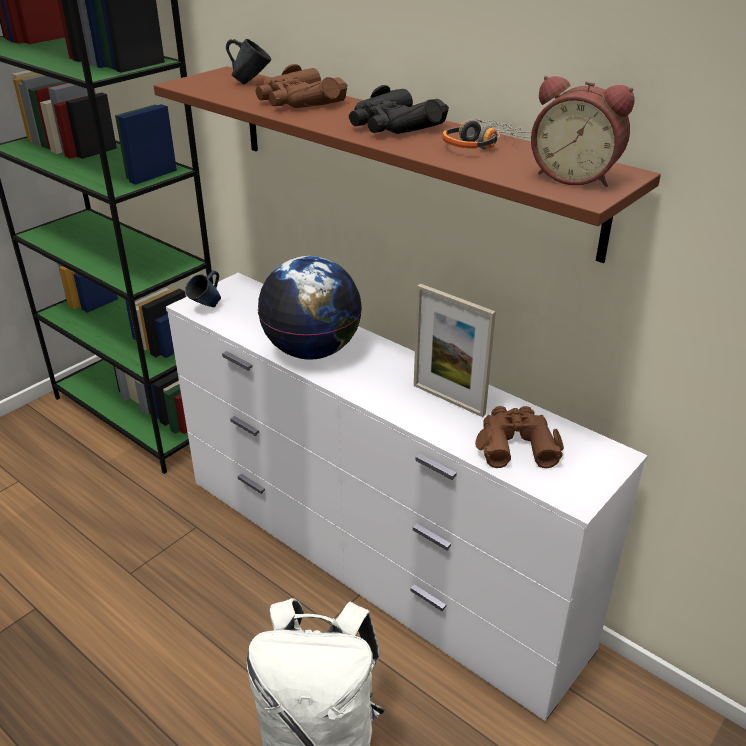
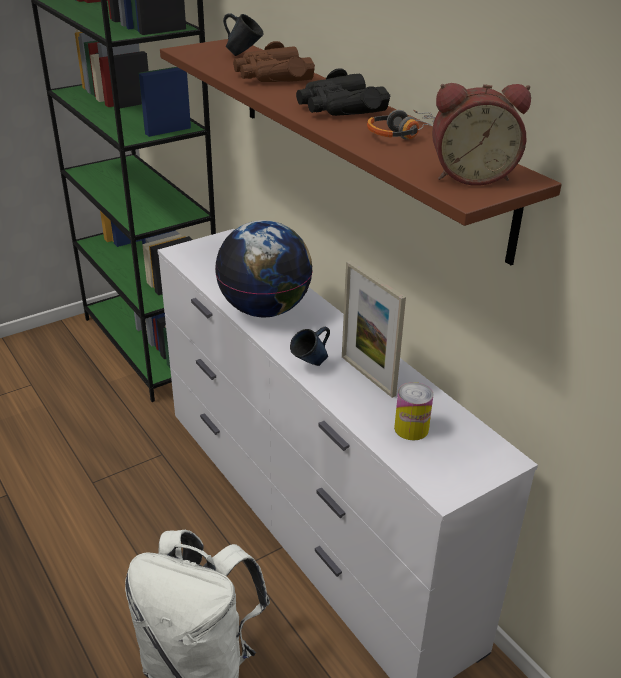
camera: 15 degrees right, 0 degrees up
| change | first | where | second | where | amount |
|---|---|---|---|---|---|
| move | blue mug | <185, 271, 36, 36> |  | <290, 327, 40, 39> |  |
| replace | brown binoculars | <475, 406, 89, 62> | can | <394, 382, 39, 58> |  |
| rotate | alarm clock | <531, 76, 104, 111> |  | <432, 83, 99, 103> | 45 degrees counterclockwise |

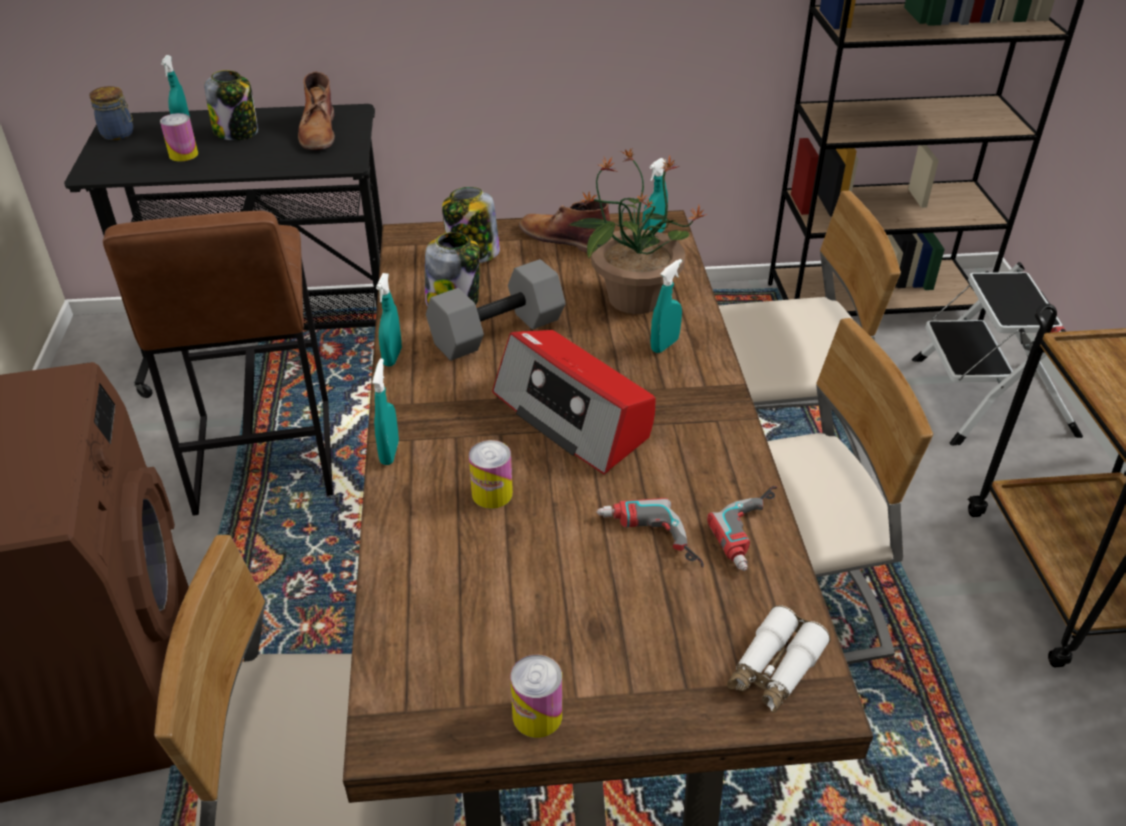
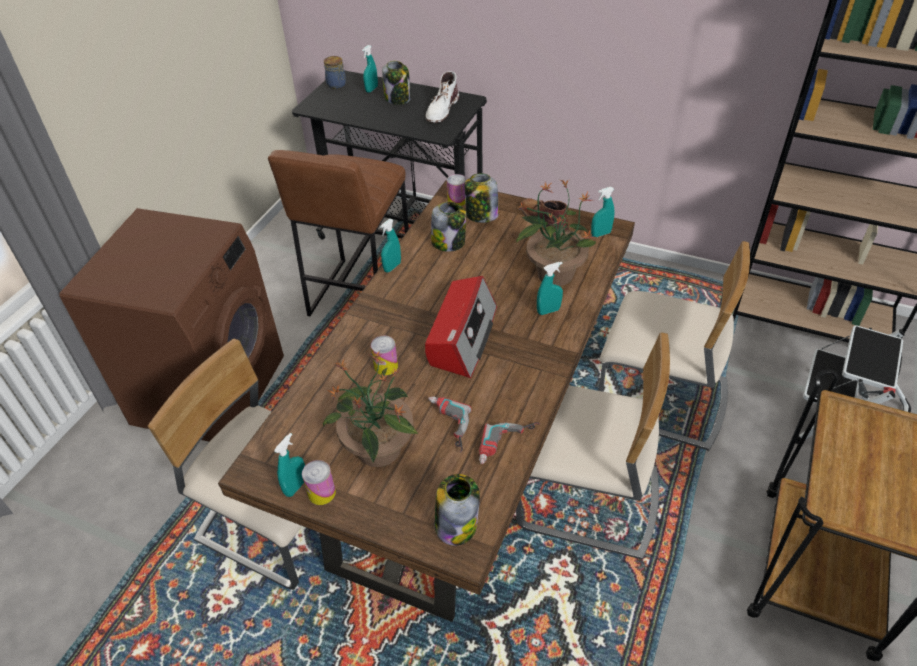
camera: 30 degrees right, 5 degrees up
| change | first | where | second | where | amount |
|---|---|---|---|---|---|
| delete | grey dumbbell | <426, 259, 139, 102> |  |  |  |
| insert |  |  | potted plant | <323, 351, 95, 116> |  |
| move | can | <160, 113, 38, 49> |  | <447, 174, 19, 32> |  |
| move | turquoise spray bottle | <372, 358, 27, 107> |  | <274, 433, 31, 64> |  |
| replace | white binoculars | <727, 605, 104, 108> | jar | <435, 474, 45, 72> |  |
| recolor | brown boot | <298, 72, 37, 79> | white boot | <426, 71, 33, 52> |  |
| rotate | radio | <492, 330, 164, 144> |  | <425, 276, 72, 102> | 150 degrees counterclockwise |

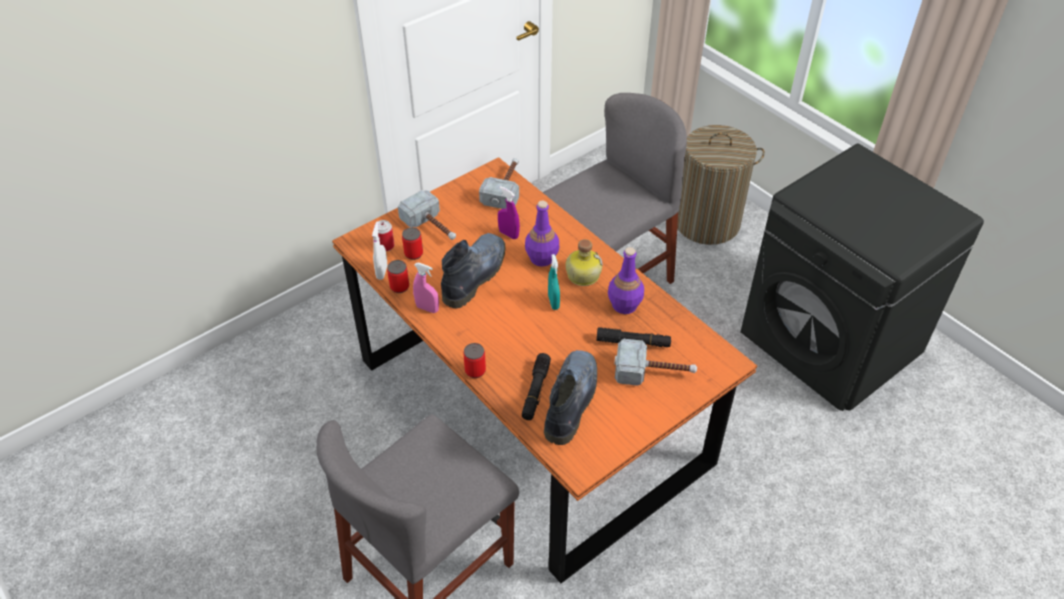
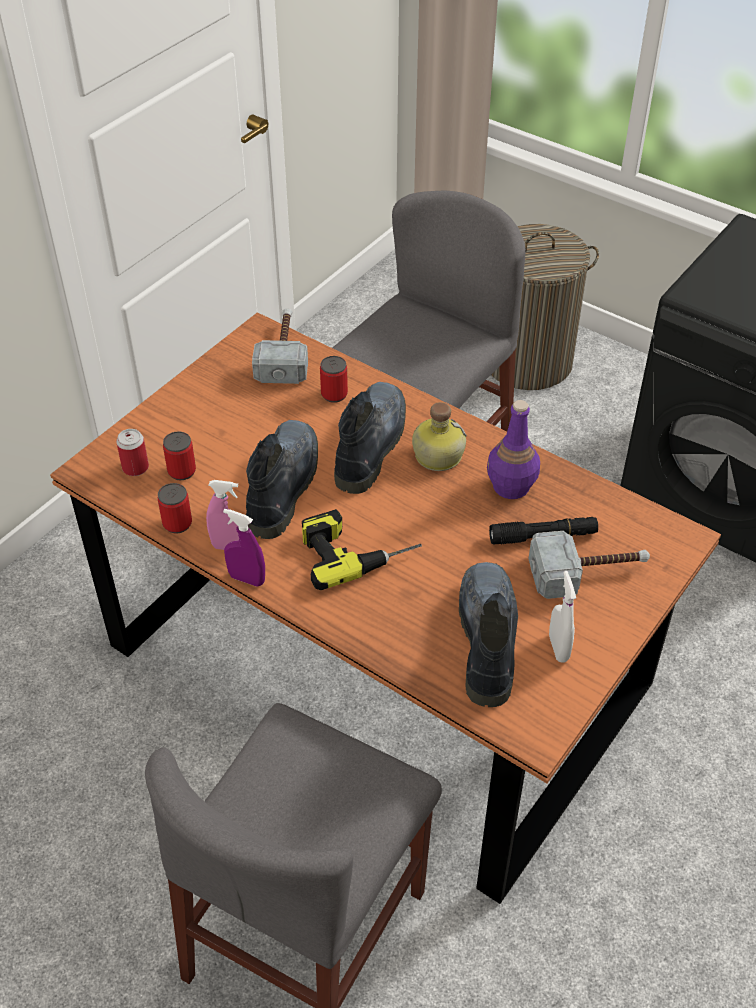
camera: 15 degrees left, 0 degrees up
| change | first | where | second | where | amount |
|---|---|---|---|---|---|
| delete | hammer | <398, 190, 58, 50> |  |  |  |
| delete | black flashlight | <522, 353, 29, 67> |  |  |  |
| delete | turquoise spray bottle | <548, 254, 12, 56> |  |  |  |
| insert |  |  | power drill | <302, 509, 120, 81> |  |
| move | white spray bottle | <372, 221, 15, 59> |  | <549, 571, 27, 92> |  |
| move | can | <463, 343, 23, 35> |  | <320, 356, 28, 47> |  |
| move | purple spray bottle | <498, 186, 22, 53> |  | <223, 509, 42, 78> |  |
| replace | purple bottle | <525, 201, 34, 66> | boot | <334, 382, 72, 112> |  |

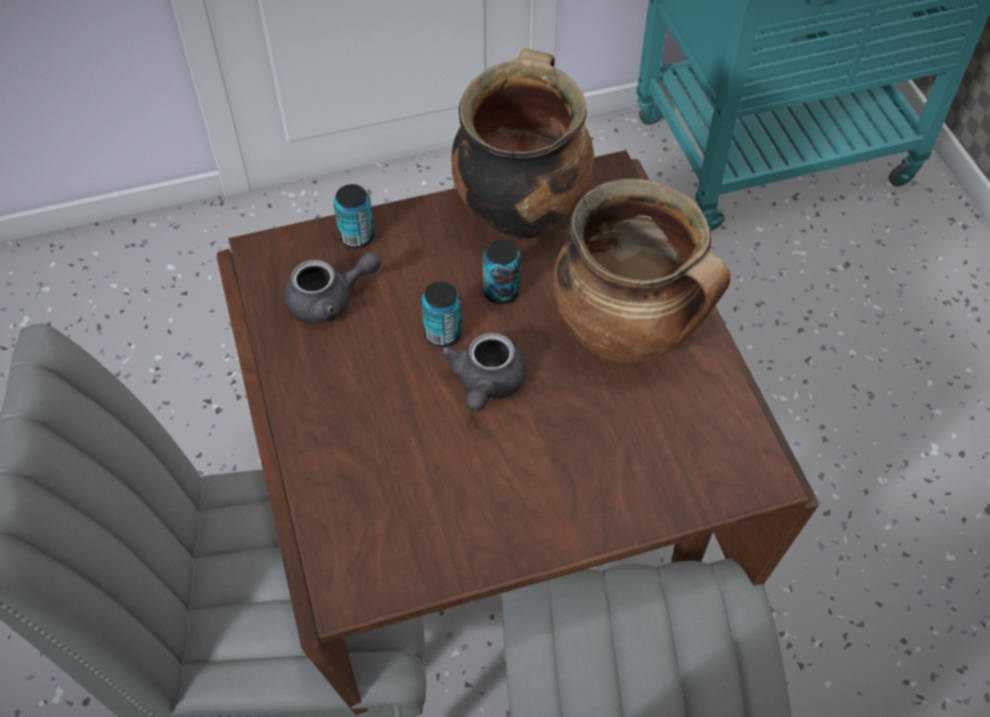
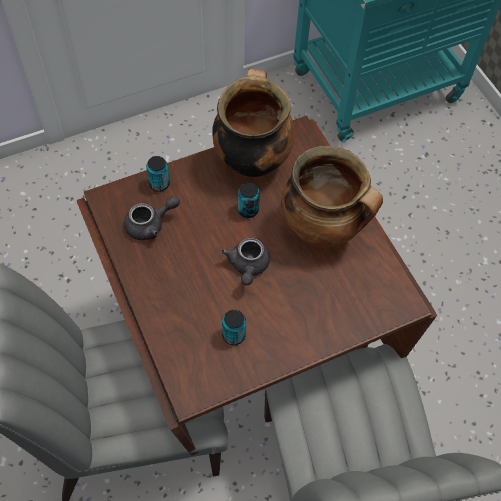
camera: 10 degrees left, 5 degrees up
| change | first | where | second | where | amount |
|---|---|---|---|---|---|
| move | can | <421, 281, 41, 66> |  | <222, 310, 24, 35> |  |

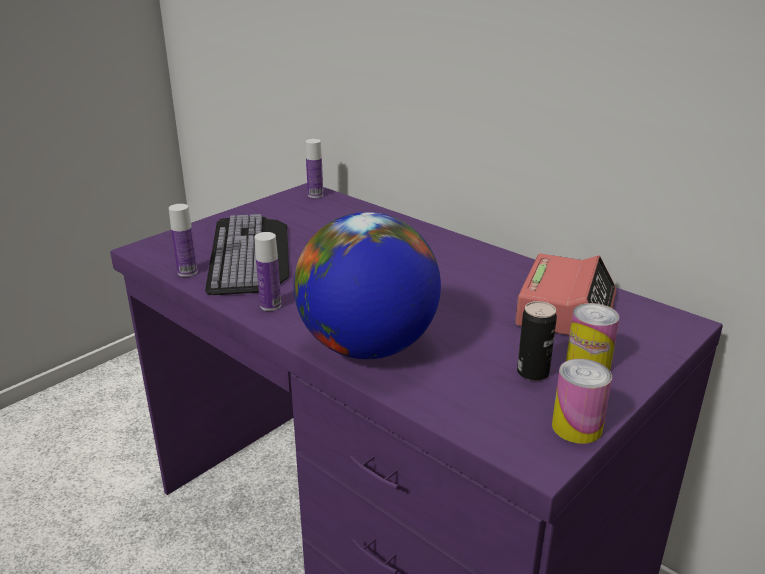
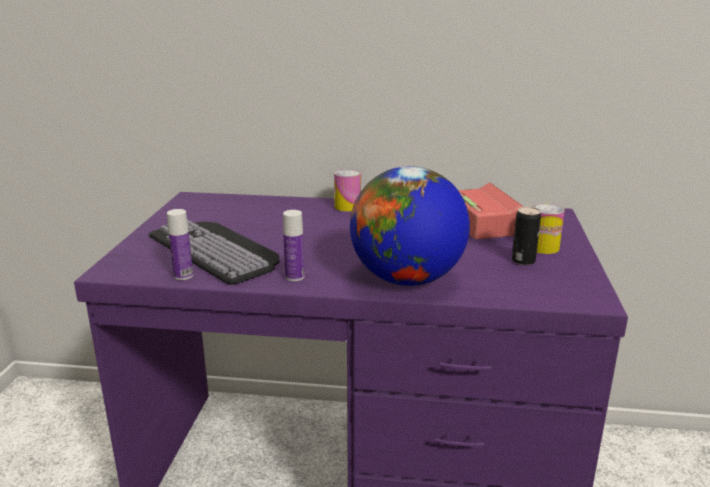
camera: 35 degrees left, 5 degrees down
| change | first | where | second | where | amount |
|---|---|---|---|---|---|
| delete | bottle | <306, 139, 17, 59> |  |  |  |
| move | can | <552, 359, 60, 85> |  | <334, 169, 27, 42> |  |

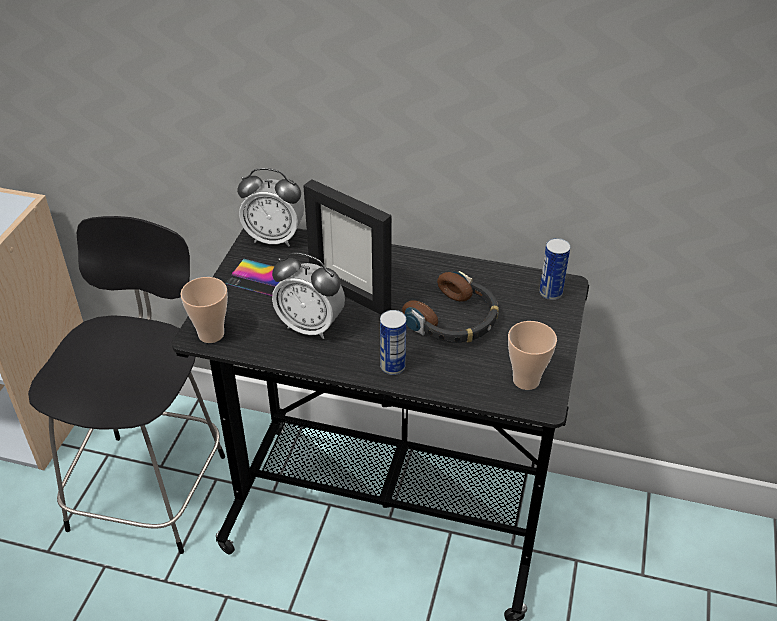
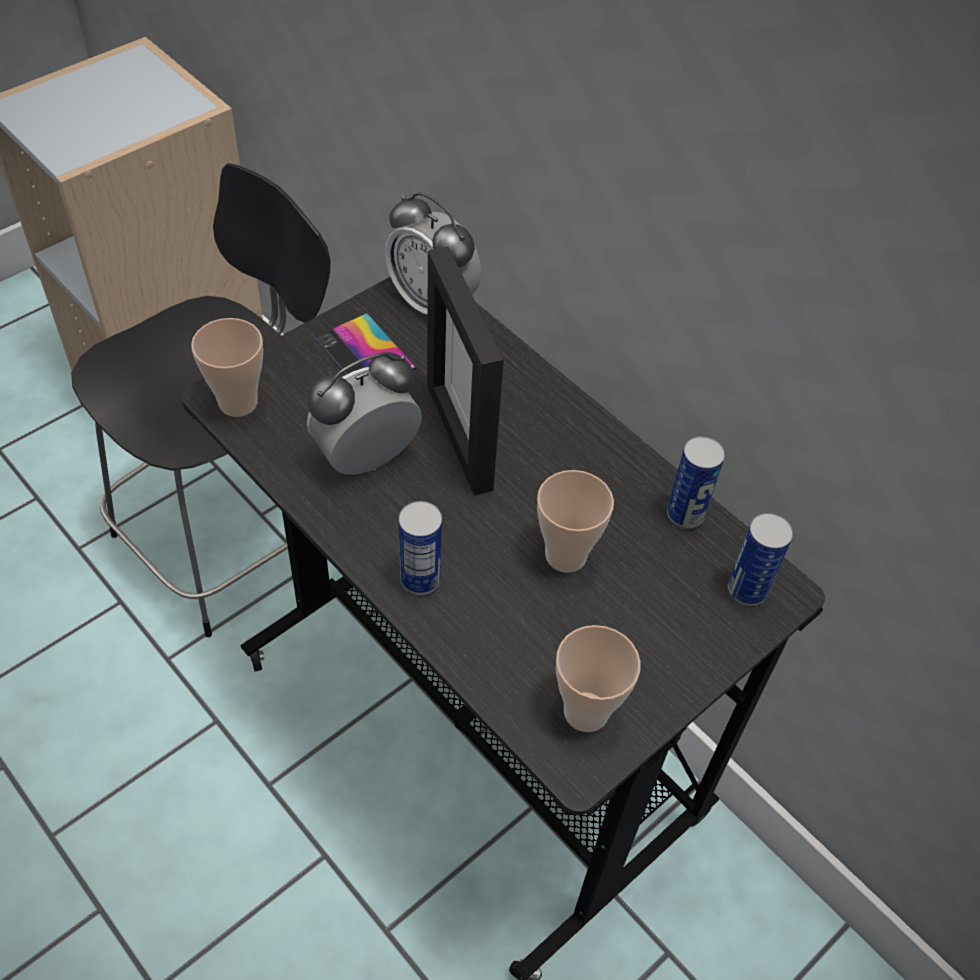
camera: 30 degrees right, 10 degrees up
| change | first | where | second | where | amount |
|---|---|---|---|---|---|
| insert |  |  | can | <667, 436, 58, 93> |  |
| replace | headphones | <402, 271, 97, 72> | cup | <537, 470, 77, 103> |  |
| rotate | alarm clock | <272, 252, 73, 87> |  | <307, 352, 115, 123> | 90 degrees clockwise |

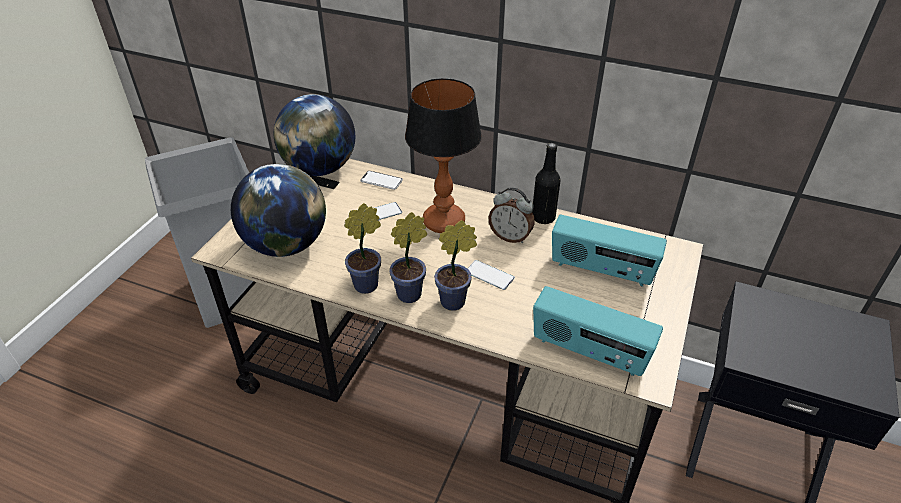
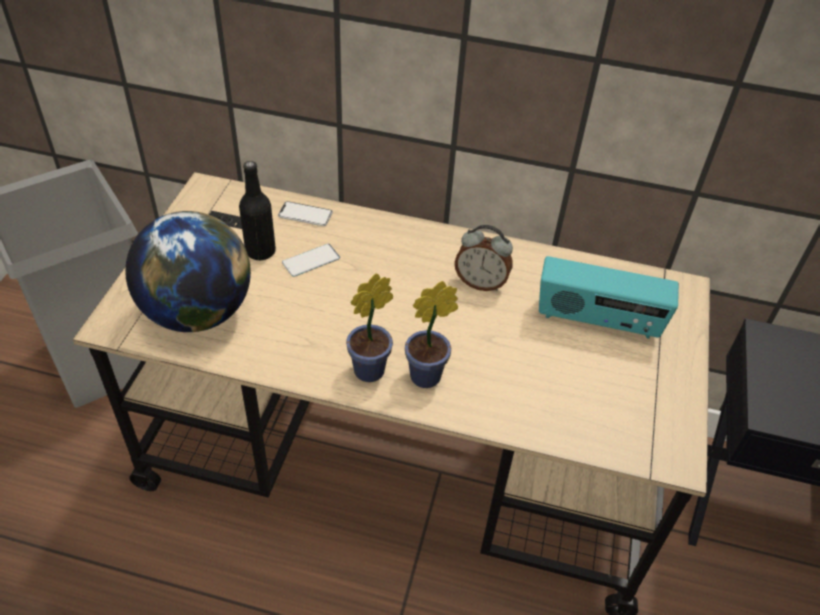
camera: 10 degrees left, 5 degrees up
| change | first | where | second | where | amount |
|---|---|---|---|---|---|
| delete | globe | <274, 94, 81, 82> |  |  |  |
| delete | potted plant | <344, 203, 37, 91> |  |  |  |
| delete | table lamp | <405, 78, 77, 155> |  |  |  |
| delete | phone | <467, 260, 48, 30> |  |  |  |
| delete | radio | <533, 286, 130, 90> |  |  |  |
| move | black bottle | <532, 143, 29, 81> |  | <239, 161, 37, 100> |  |

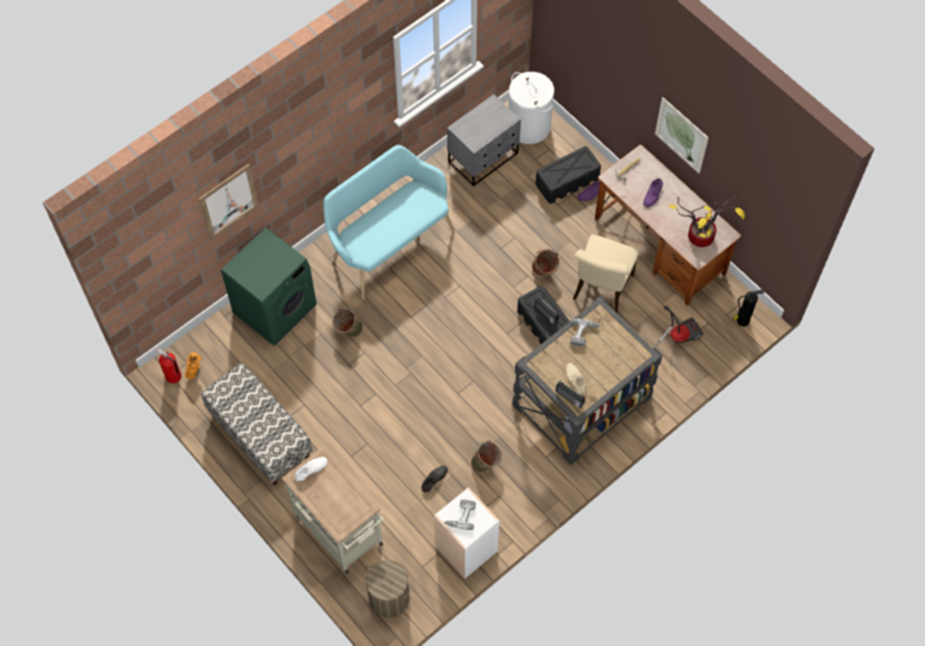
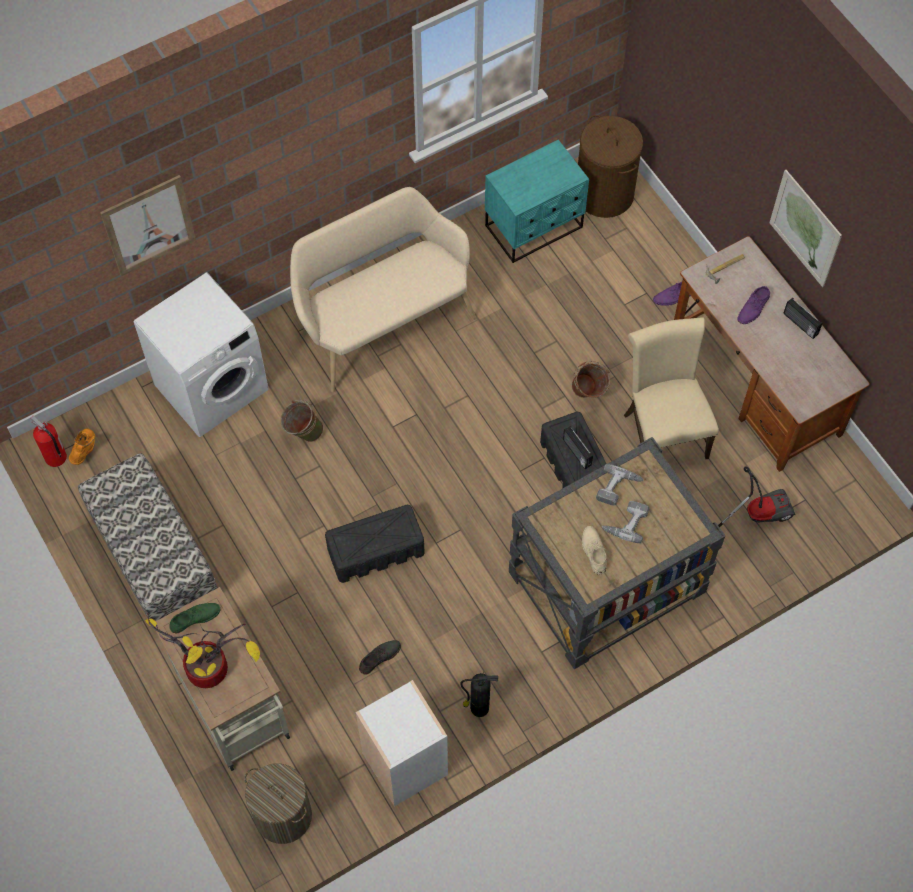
camera: 10 degrees right, 0 degrees up
| change | first | where | second | where | amount |
|---|---|---|---|---|---|
| delete | green bucket | <471, 440, 31, 32> |  |  |  |
| move | power drill | <444, 499, 32, 31> |  | <602, 501, 47, 42> |  |
| move | black storage box | <535, 146, 66, 58> |  | <325, 505, 99, 78> |  |
| move | radio | <556, 380, 29, 28> |  | <783, 298, 39, 41> |  |
| move | potted plant | <668, 193, 77, 54> |  | <145, 613, 115, 75> |  |
| move | fire extinguisher | <733, 289, 32, 38> |  | <460, 673, 38, 44> |  |
| recolor | green washing machine | <221, 228, 96, 118> | white washing machine | <133, 272, 136, 165> |  |
| recolor | white shoe | <295, 457, 33, 25> | green shoe | <170, 603, 50, 30> |  |
| recolor | turquoise bench | <323, 145, 132, 154> | beige bench | <290, 187, 186, 205> |  |
| recolor | grey nightstand | <447, 94, 74, 93> | turquoise nightstand | <485, 140, 104, 123> |  |
| recolor | white laundry basket | <508, 72, 46, 72> | brown laundry basket | <578, 115, 65, 103> |  |
| rotate | beige chair | <573, 235, 67, 79> |  | <624, 317, 95, 142> | 135 degrees clockwise |

